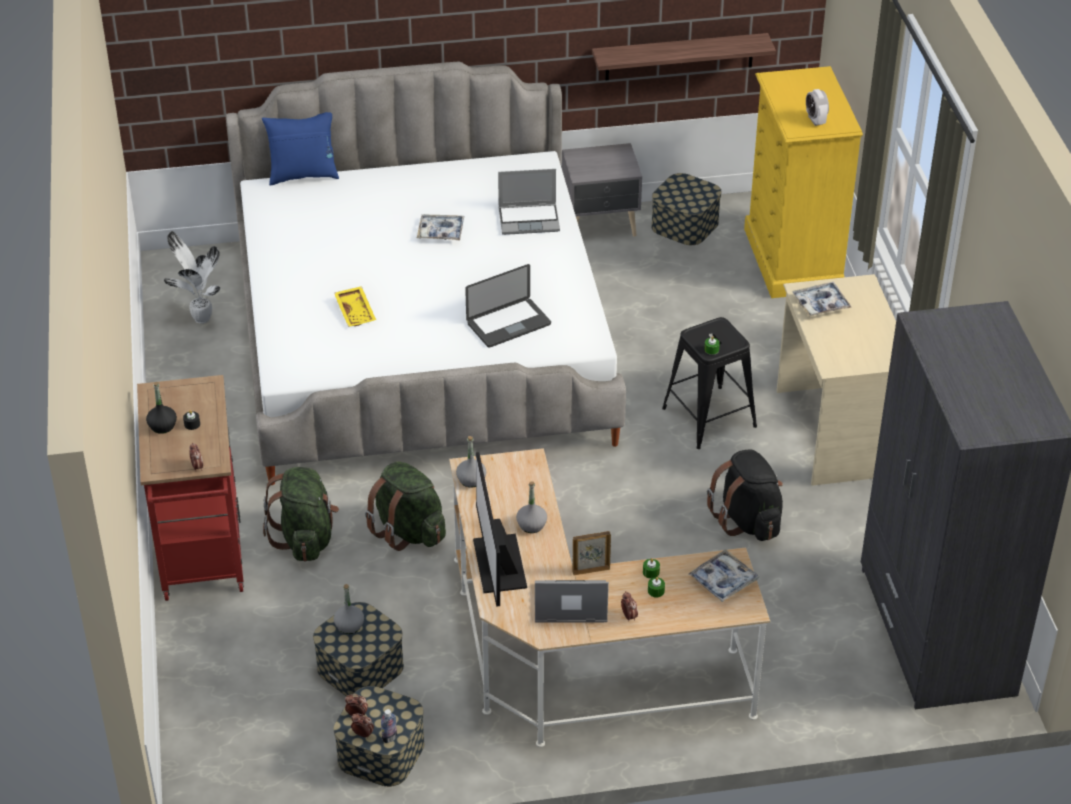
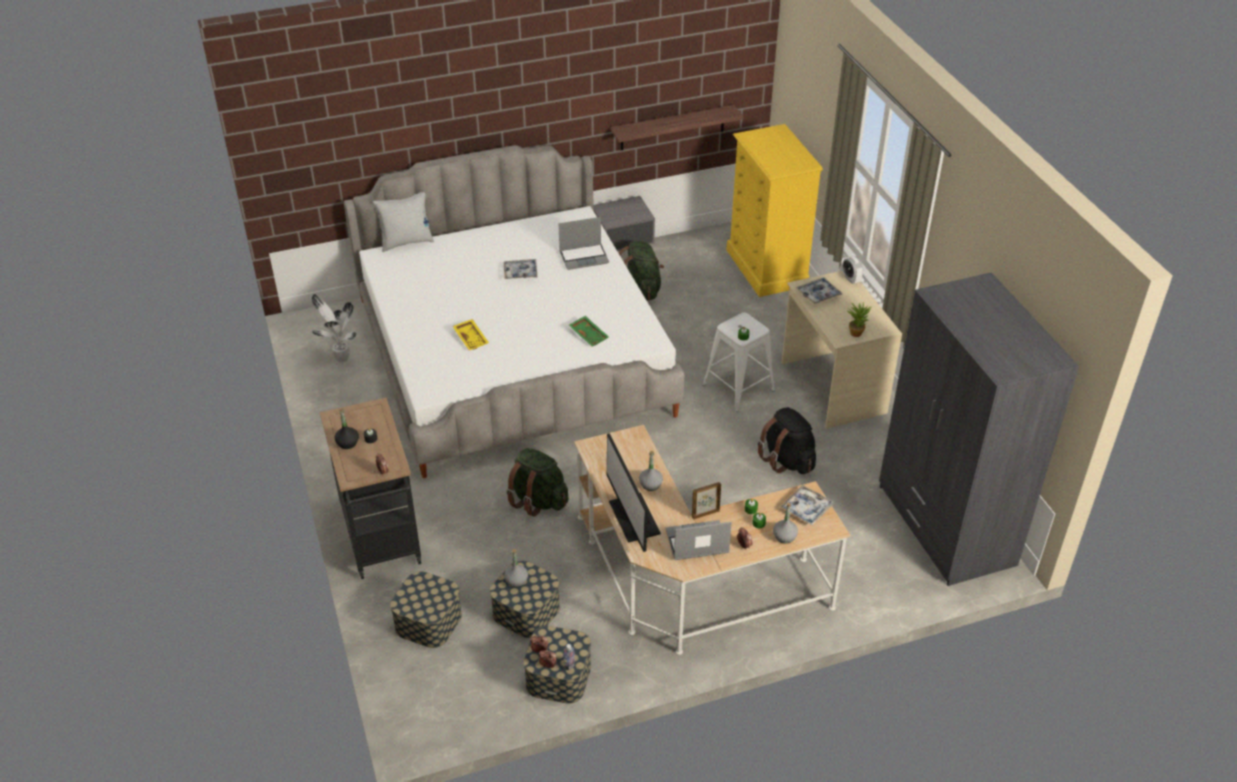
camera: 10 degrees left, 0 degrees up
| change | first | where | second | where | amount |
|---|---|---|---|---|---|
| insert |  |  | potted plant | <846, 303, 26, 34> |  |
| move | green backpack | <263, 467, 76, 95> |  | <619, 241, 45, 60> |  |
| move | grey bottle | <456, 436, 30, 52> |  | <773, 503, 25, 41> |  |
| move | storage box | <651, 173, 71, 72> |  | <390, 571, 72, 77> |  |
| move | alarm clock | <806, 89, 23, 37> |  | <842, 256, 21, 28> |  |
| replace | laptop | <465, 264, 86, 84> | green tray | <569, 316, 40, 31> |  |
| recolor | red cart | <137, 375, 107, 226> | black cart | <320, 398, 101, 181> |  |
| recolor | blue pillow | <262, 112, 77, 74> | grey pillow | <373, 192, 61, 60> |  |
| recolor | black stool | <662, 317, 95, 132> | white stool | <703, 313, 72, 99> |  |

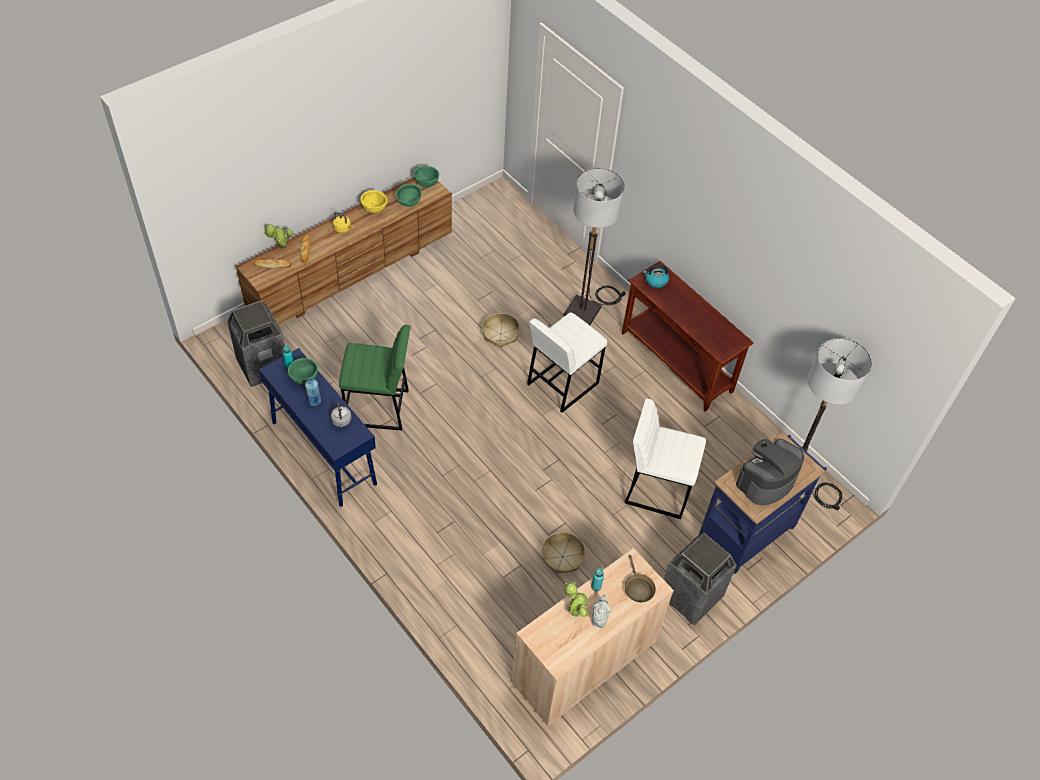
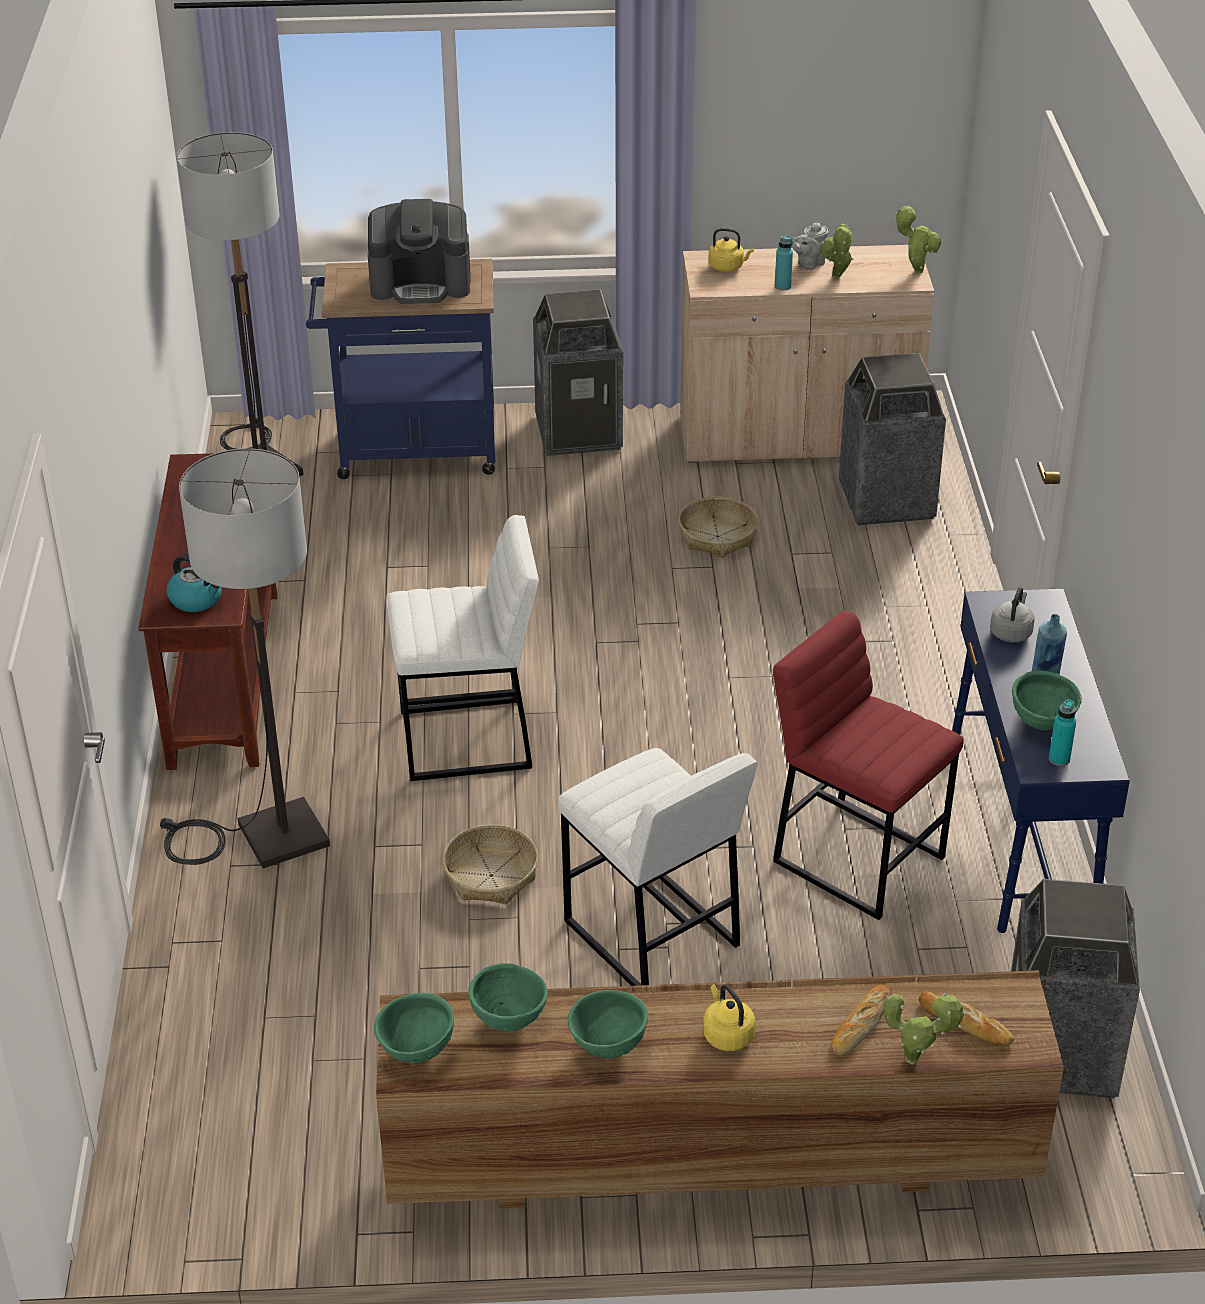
camera: 140 degrees left, 15 degrees down
| change | first | where | second | where | amount |
|---|---|---|---|---|---|
| insert |  |  | trash can | <839, 353, 107, 173> |  |
| insert |  |  | potted plant | <895, 206, 46, 67> |  |
| move | white chair | <625, 398, 81, 121> |  | <558, 748, 200, 238> |  |
| replace | brown frying pan | <625, 555, 31, 47> | yellow kettle | <708, 228, 46, 44> |  |
| recolor | green chair | <339, 325, 72, 105> | red chair | <773, 610, 190, 310> |  |
| recolor | yellow bowl | <361, 190, 26, 23> | green bowl | <568, 990, 80, 69> |  |

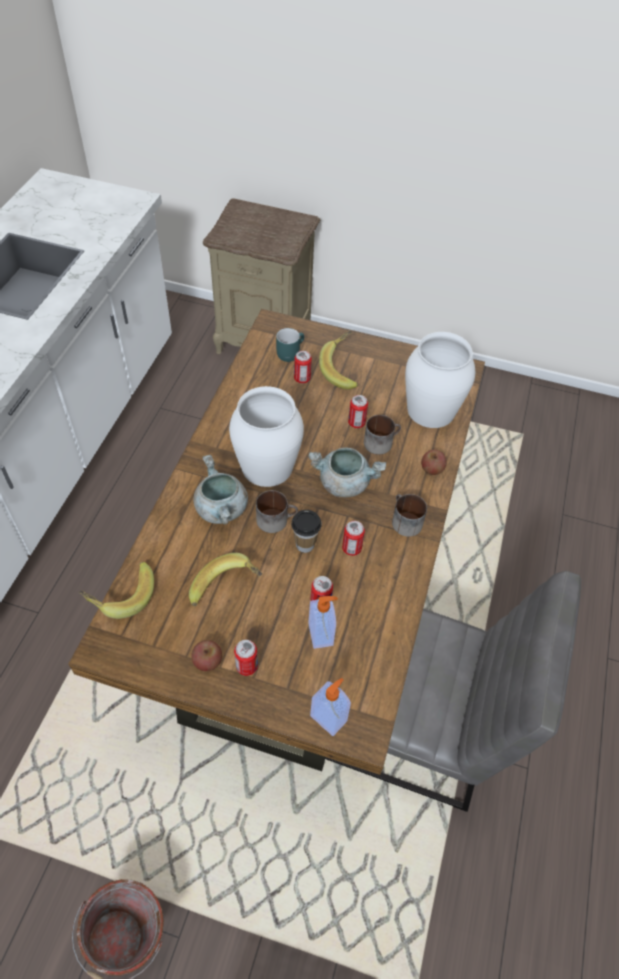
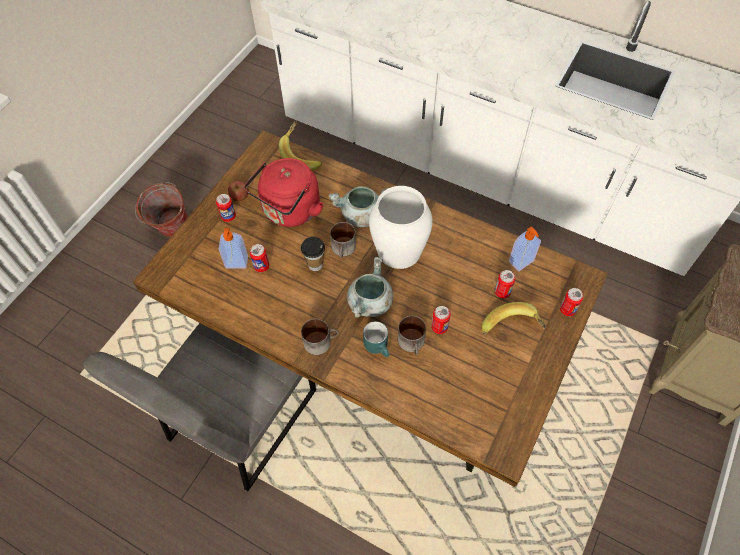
camera: 105 degrees right, 5 degrees up
| change | first | where | second | where | amount |
|---|---|---|---|---|---|
| delete | white vase | <405, 332, 70, 96> |  |  |  |
| delete | apple | <421, 450, 26, 25> |  |  |  |
| move | turquoise mug | <276, 328, 28, 34> |  | <363, 321, 26, 36> |  |
| move | soap dispenser | <310, 678, 41, 58> |  | <509, 227, 32, 44> |  |
| move | can | <342, 521, 23, 35> |  | <560, 288, 23, 28> |  |
| replace | banana | <189, 553, 73, 53> | red kettle | <244, 158, 79, 69> |  |

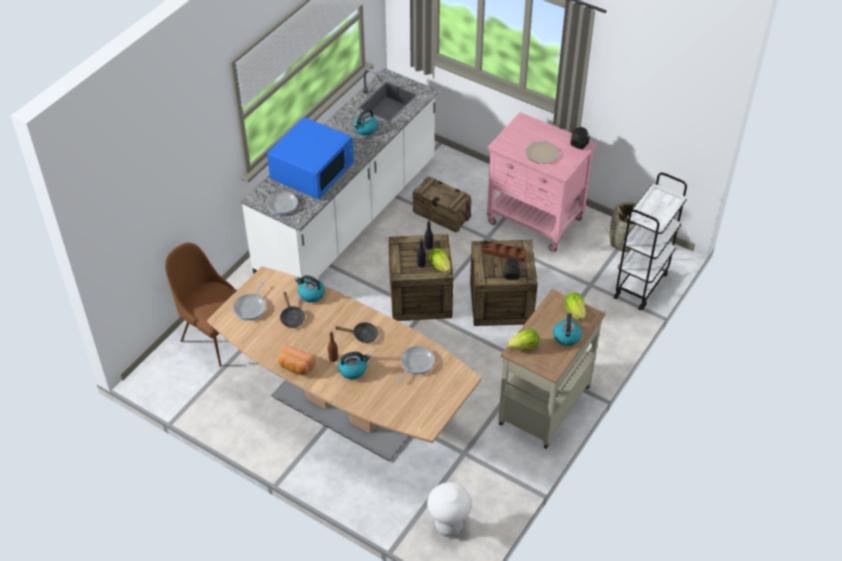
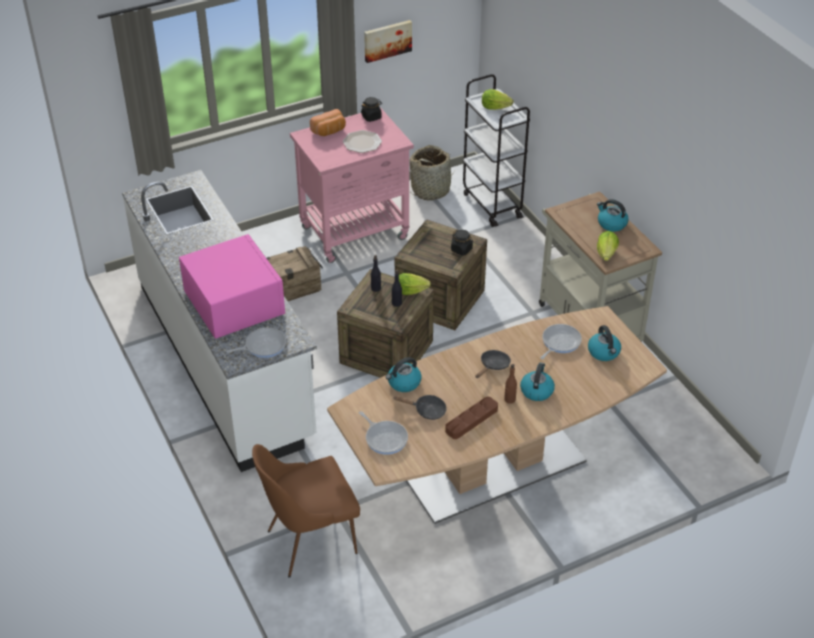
camera: 60 degrees left, 5 degrees down
| change | first | where | second | where | amount |
|---|---|---|---|---|---|
| delete | white stool | <427, 482, 45, 55> |  |  |  |
| insert |  |  | picture | <364, 20, 48, 43> |  |
| move | bread | <279, 345, 37, 30> |  | <310, 109, 36, 27> |  |
| move | kettle | <353, 109, 25, 26> |  | <588, 325, 33, 36> |  |
| move | brown tray | <481, 241, 45, 21> |  | <445, 397, 53, 42> |  |
| move | lettuce | <564, 292, 22, 29> |  | <482, 89, 32, 21> |  |
| recolor | blue microwave | <267, 117, 87, 83> | pink microwave | <179, 234, 106, 105> |  |
| rotate | frying pan | <396, 346, 39, 35> |  | <540, 324, 42, 35> | 60 degrees clockwise |

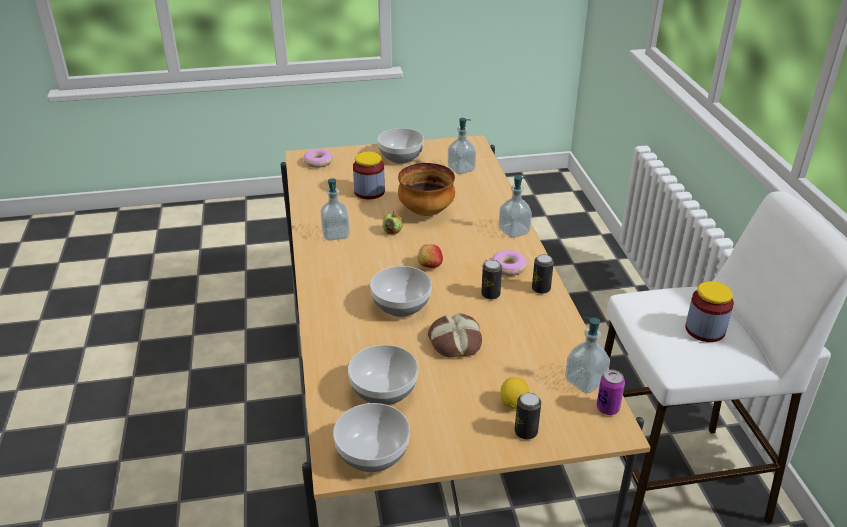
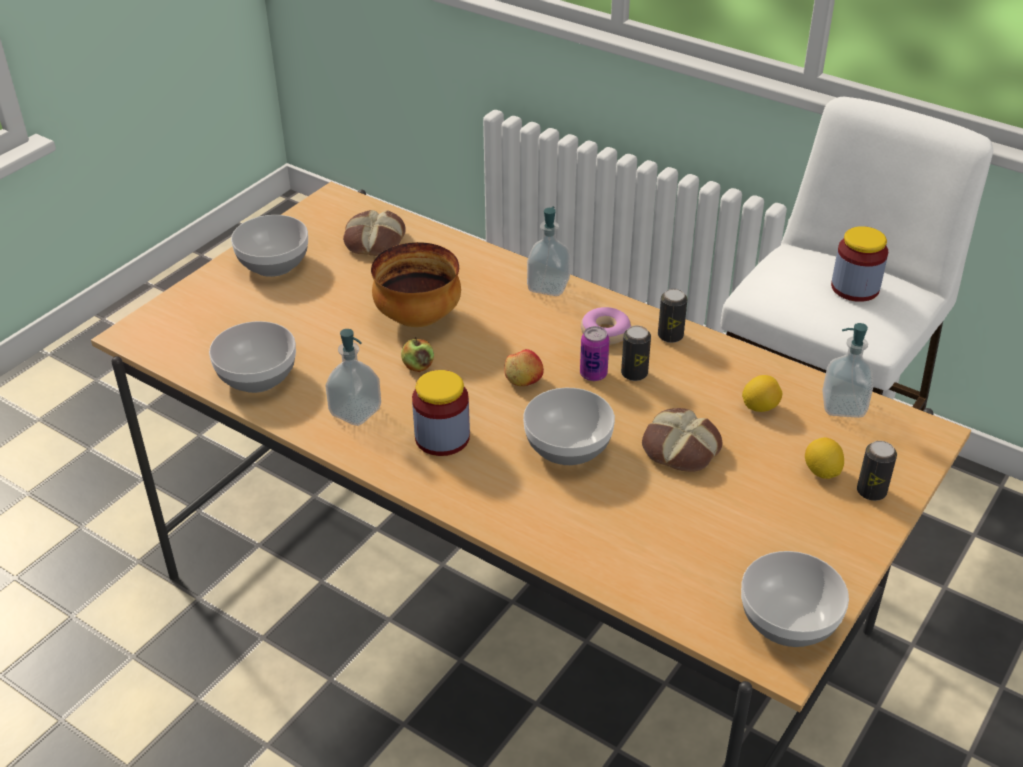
camera: 45 degrees left, 5 degrees up
| change | first | where | second | where | amount |
|---|---|---|---|---|---|
| delete | donut | <303, 149, 30, 19> |  |  |  |
| insert |  |  | lemon | <742, 375, 40, 37> |  |
| move | bowl | <348, 345, 70, 60> |  | <209, 321, 87, 72> |  |
| move | jar | <353, 151, 32, 48> |  | <412, 370, 58, 86> |  |
| move | can | <596, 370, 29, 45> |  | <580, 326, 29, 55> |  |
| replace | soap dispenser | <448, 118, 28, 56> | bread | <343, 210, 63, 46> |  |

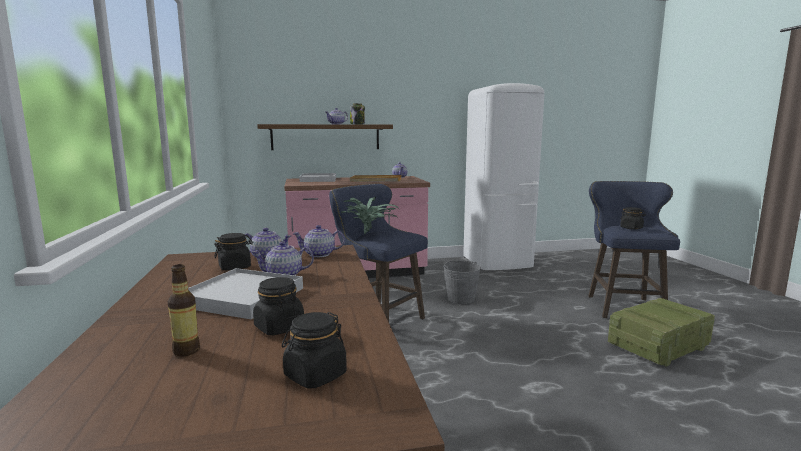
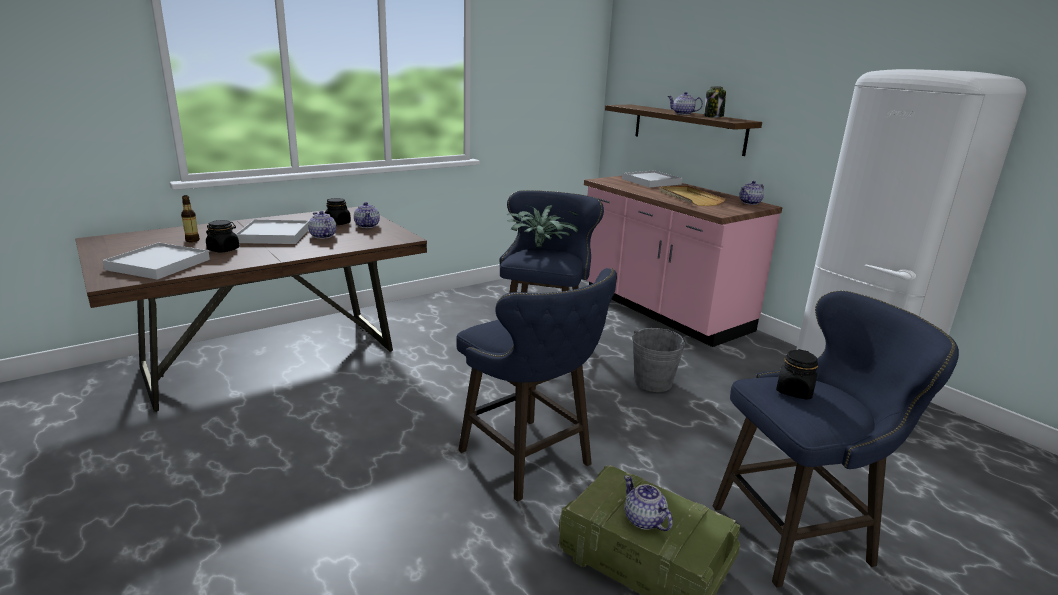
camera: 65 degrees right, 10 degrees up
| change | first | where | second | where | amount |
|---|---|---|---|---|---|
| insert |  |  | blue stool | <456, 268, 161, 234> |  |
| move | teapot | <293, 225, 52, 32> |  | <624, 475, 49, 56> |  |
| replace | black jar | <282, 312, 65, 77> | white tray | <102, 242, 108, 38> |  |

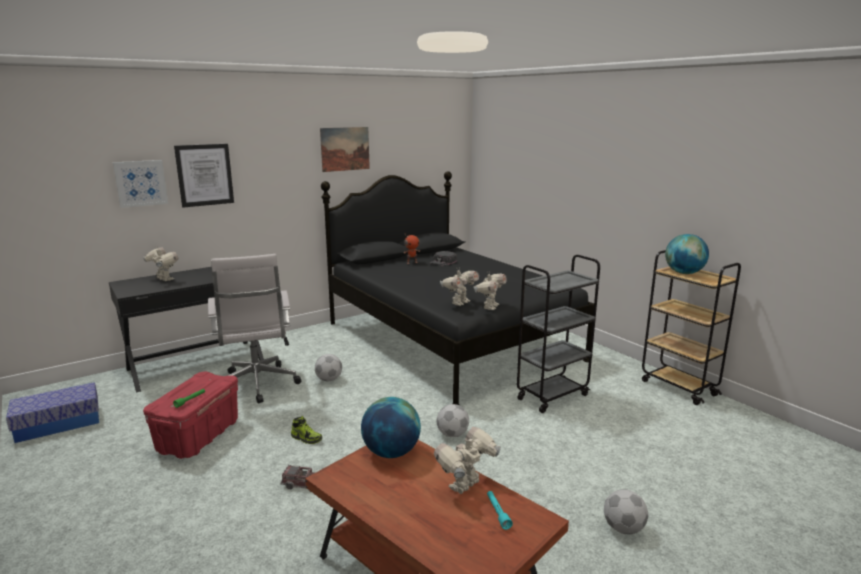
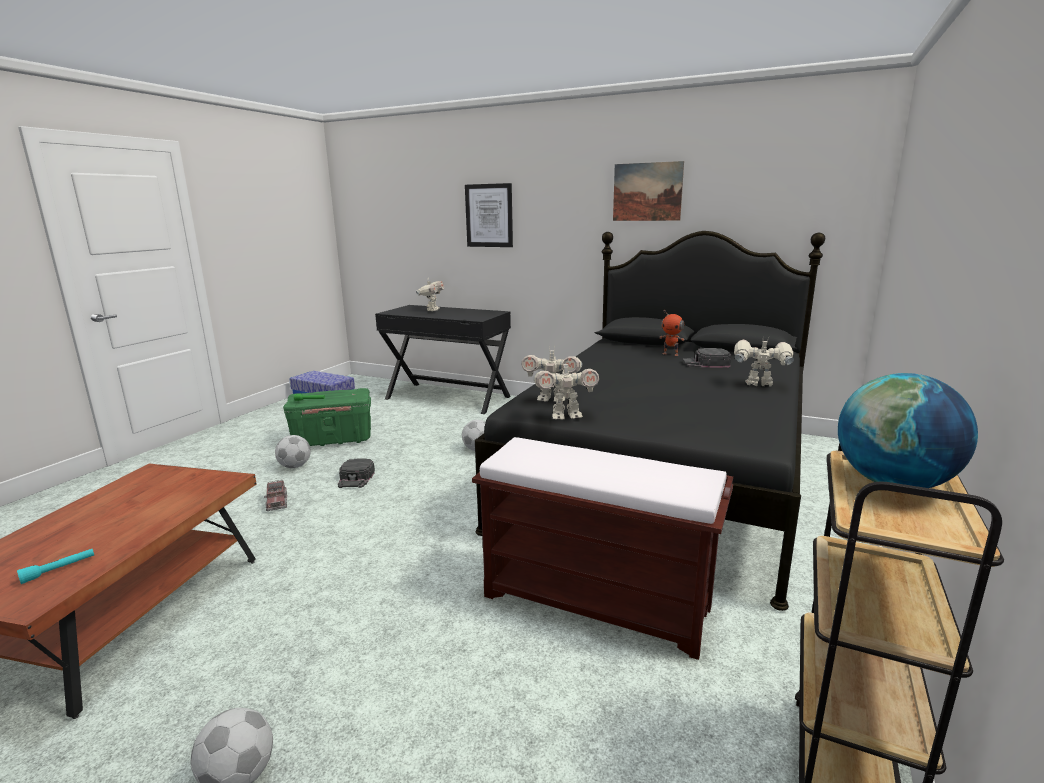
camera: 60 degrees right, 0 degrees up
| change | first | where | second | where | amount |
|---|---|---|---|---|---|
| delete | picture | <113, 160, 55, 48> |  |  |  |
| delete | white office chair | <208, 254, 93, 150> |  |  |  |
| delete | globe | <361, 397, 60, 61> |  |  |  |
| move | toy robot | <434, 427, 67, 67> |  | <734, 338, 60, 49> |  |
| move | football | <437, 404, 32, 33> |  | <275, 435, 36, 33> |  |
| replace | shoe | <291, 416, 31, 28> | black cap | <338, 459, 37, 29> |  |
| replace | grey cart | <517, 255, 83, 158> | brown bench | <472, 437, 261, 223> |  |
| recolor | red storage box | <143, 372, 95, 87> | green storage box | <283, 388, 88, 58> |  |

